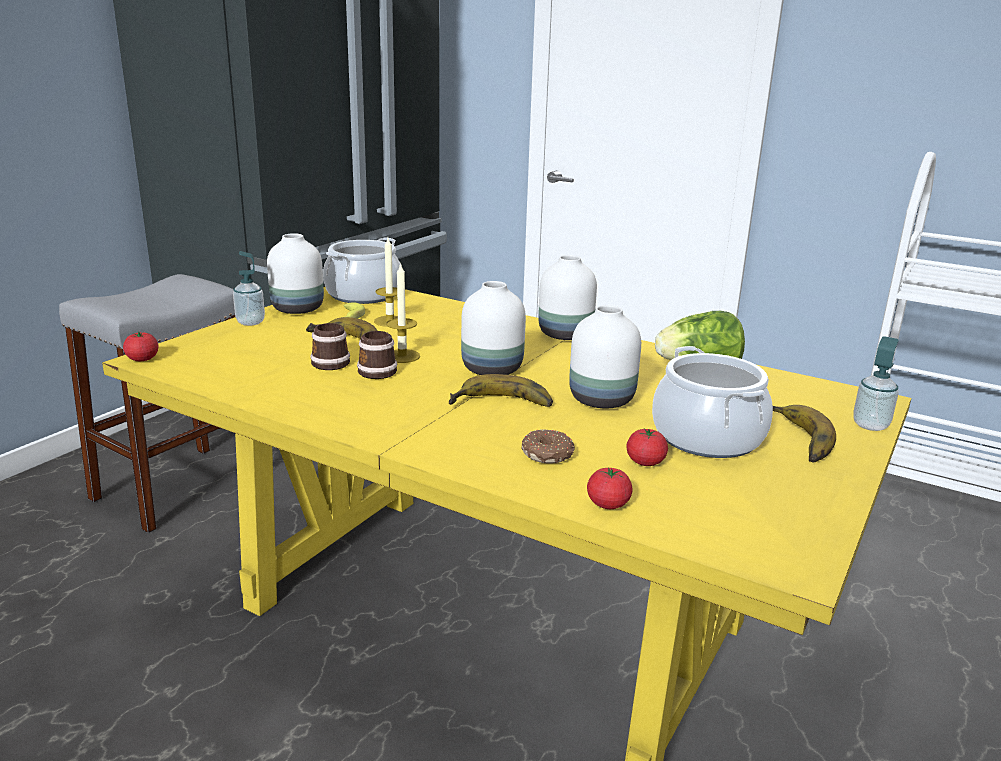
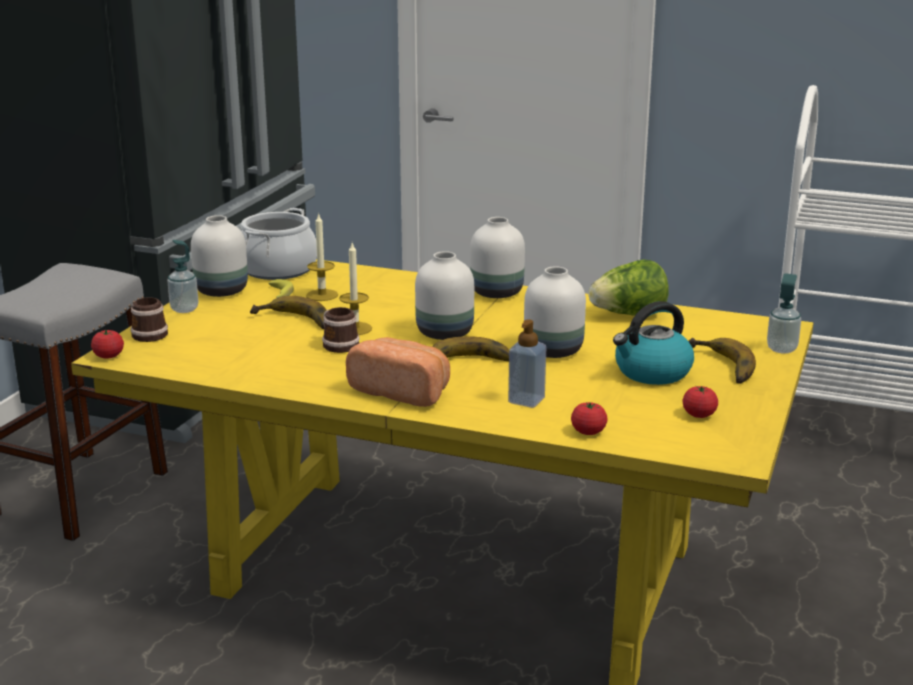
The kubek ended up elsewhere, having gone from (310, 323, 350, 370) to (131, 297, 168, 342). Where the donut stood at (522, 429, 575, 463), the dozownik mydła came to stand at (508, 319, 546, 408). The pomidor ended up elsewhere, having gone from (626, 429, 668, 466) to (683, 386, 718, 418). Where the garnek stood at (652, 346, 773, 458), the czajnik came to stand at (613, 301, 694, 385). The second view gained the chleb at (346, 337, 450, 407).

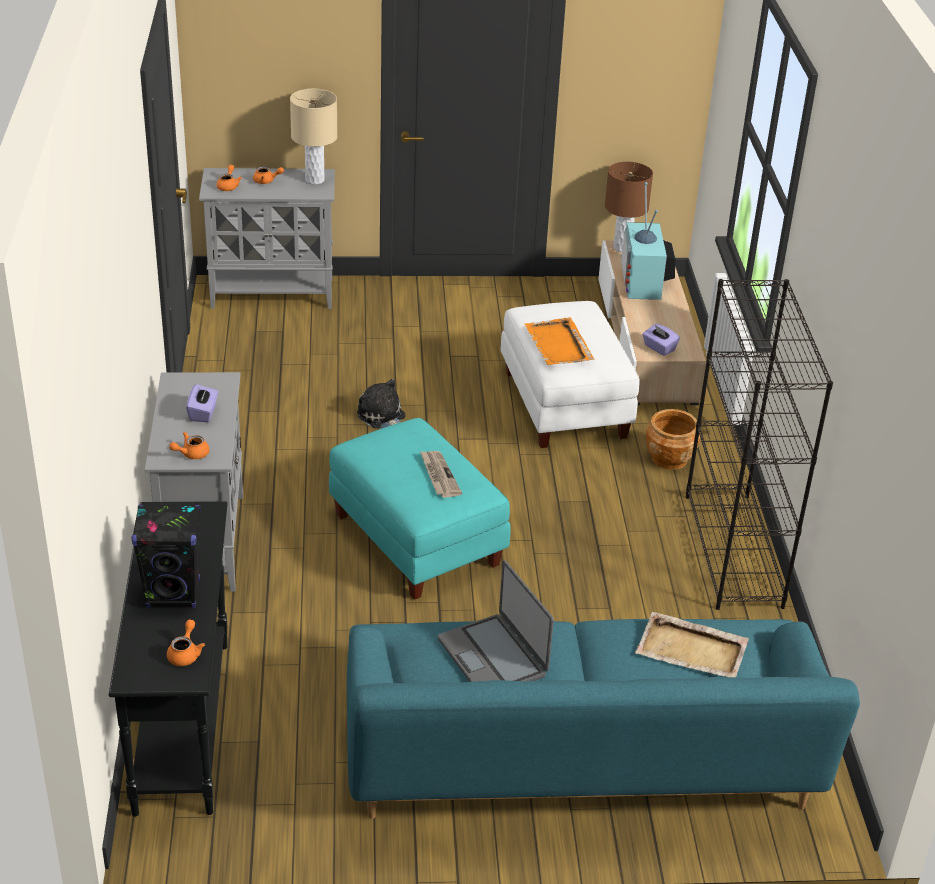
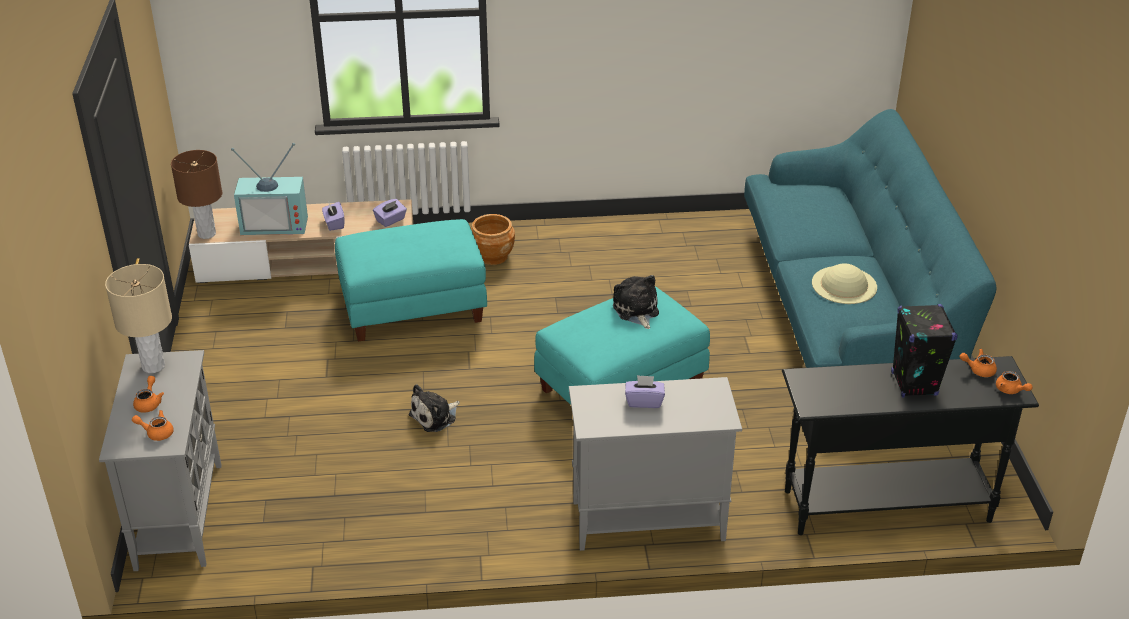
The imbryk (pomarańczowy) ended up elsewhere, having gone from (169, 432, 209, 459) to (996, 371, 1033, 394). Where the gazeta stood at (420, 451, 462, 498), the pluszak came to stand at (613, 275, 659, 329). Where the laptop stood at (438, 560, 554, 682), the kapelusz (beżowy) came to stand at (812, 263, 877, 304). What was the pufa (biały) at (500, 301, 640, 448) turned into the pufa (turkusowy) at (335, 219, 487, 342). The second view lost the taca (pomarańczowy) at (524, 317, 595, 365). The second view lost the taca (beżowy) at (635, 612, 749, 677). The second view lost the regał (czarny) at (686, 279, 833, 610). The second view gained the pudełko chusteczek (fioletowy) at (322, 202, 344, 231).

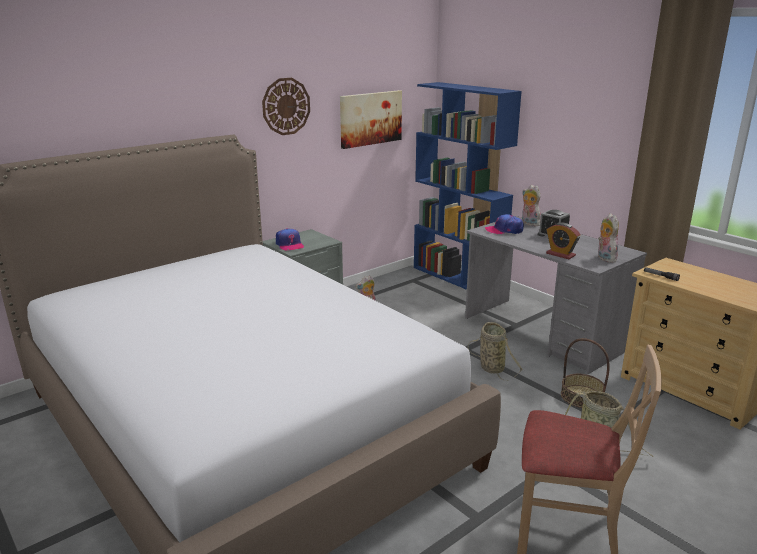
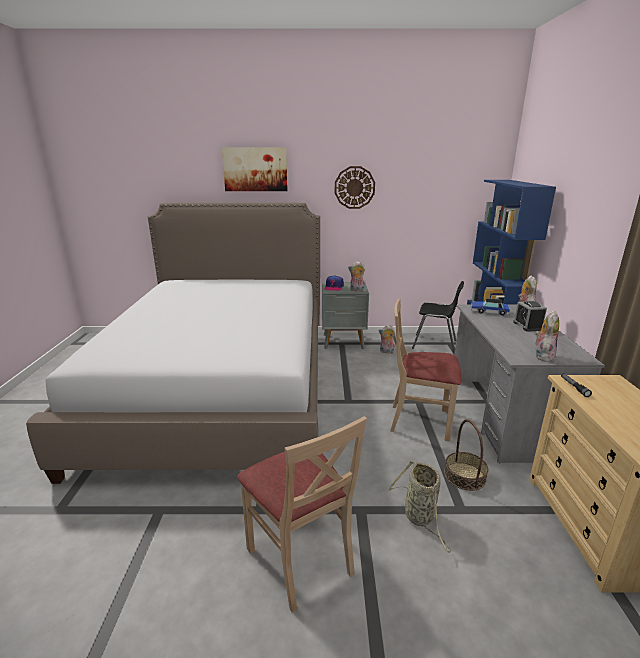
The obraz ended up elsewhere, having gone from (340, 90, 402, 149) to (222, 147, 288, 191). Where the koszyk stood at (468, 322, 523, 381), the krzesło (beżowy) came to stand at (390, 299, 461, 441). Where the czapka z daszkiem stood at (485, 214, 524, 234), the samochodzik came to stand at (471, 298, 510, 316). The second view lost the budzik at (546, 223, 581, 259). The second view gained the pluszak at (348, 261, 366, 292). The second view gained the krzesło (czarny) at (412, 281, 464, 354).

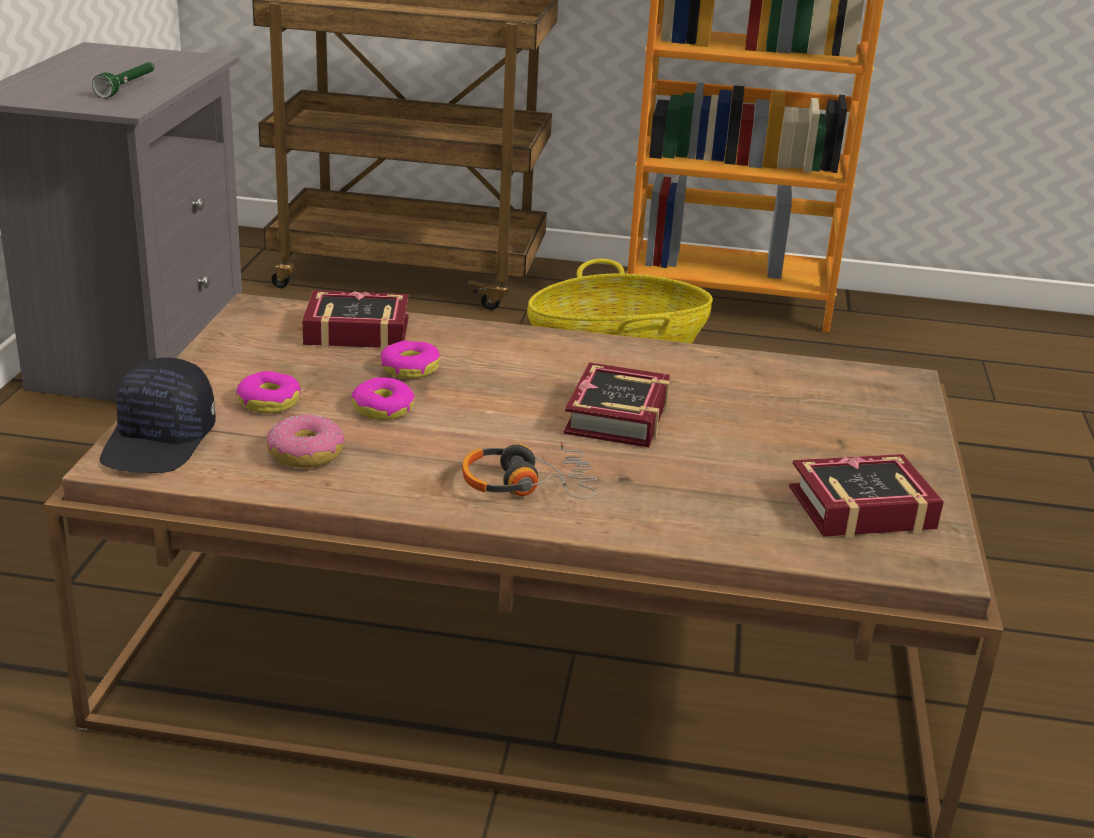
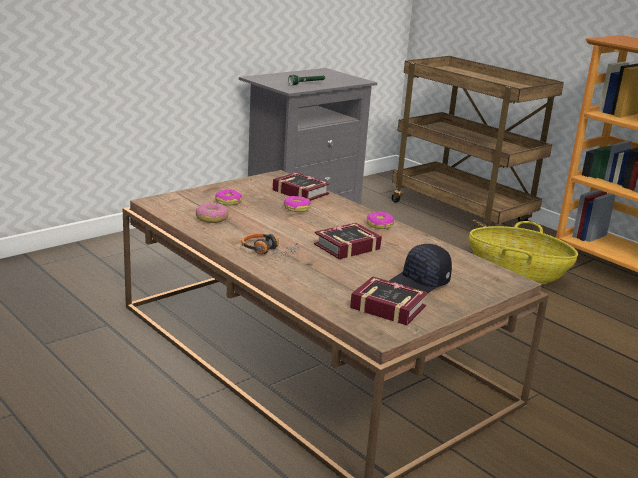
The czapka z daszkiem (czarny) ended up elsewhere, having gone from (100, 357, 216, 473) to (389, 244, 452, 293). The donut ended up elsewhere, having gone from (351, 377, 415, 420) to (367, 212, 394, 229).

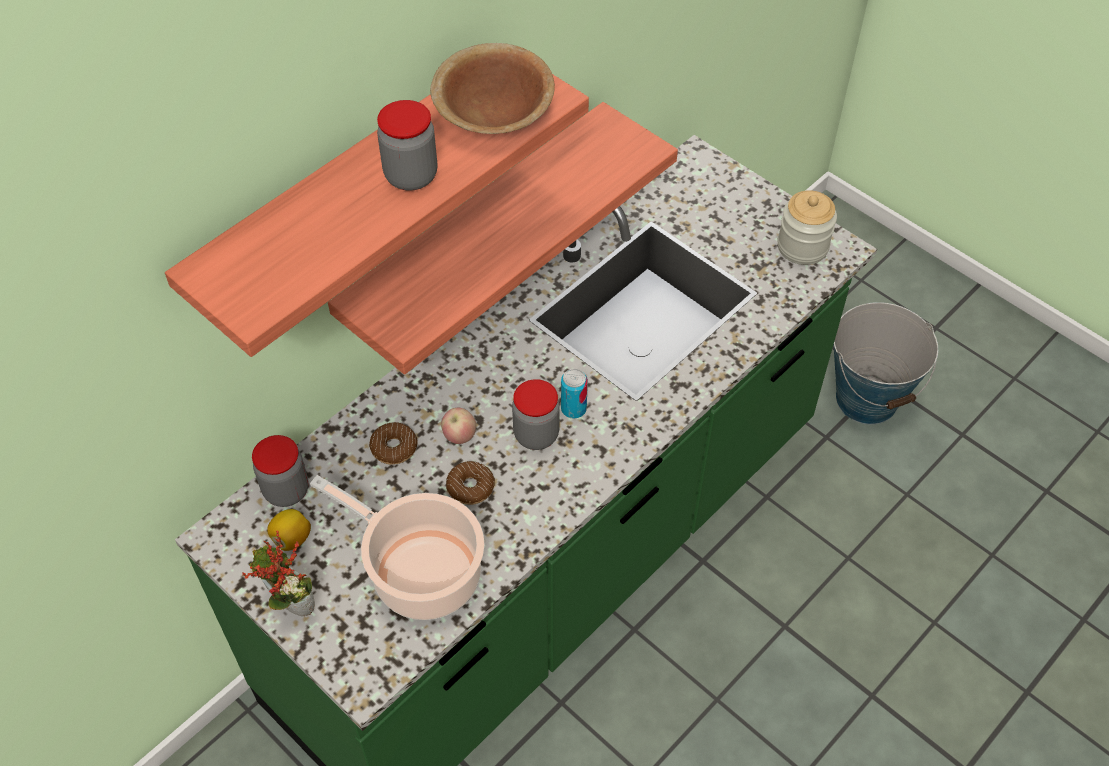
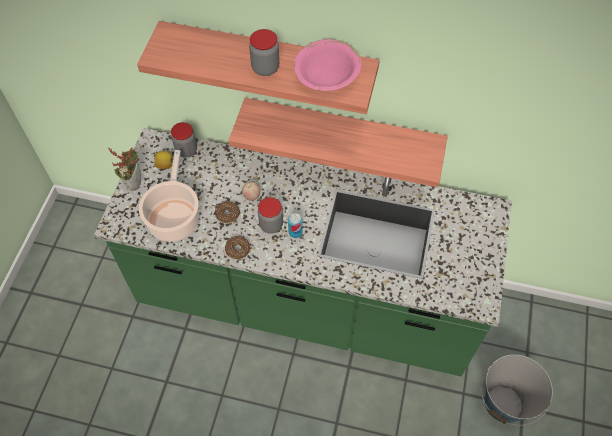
The donut ended up elsewhere, having gone from (369, 422, 418, 465) to (225, 236, 250, 259). What was the miska (brązowy) at (430, 43, 555, 134) turned into the miska (różowy) at (294, 39, 362, 91). The second view lost the słoik at (777, 190, 837, 265).

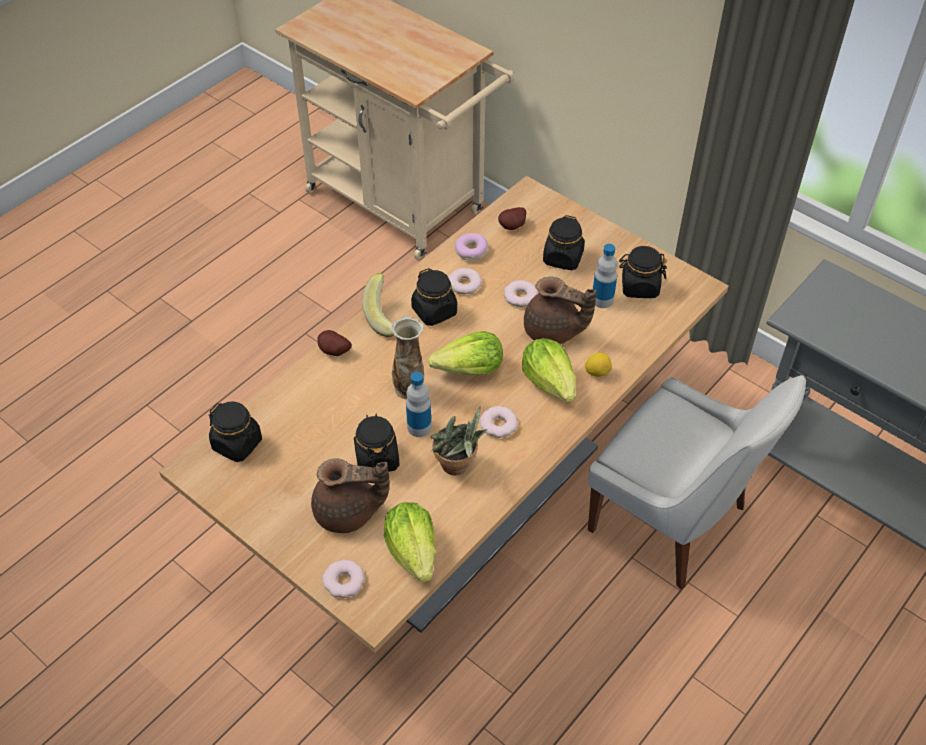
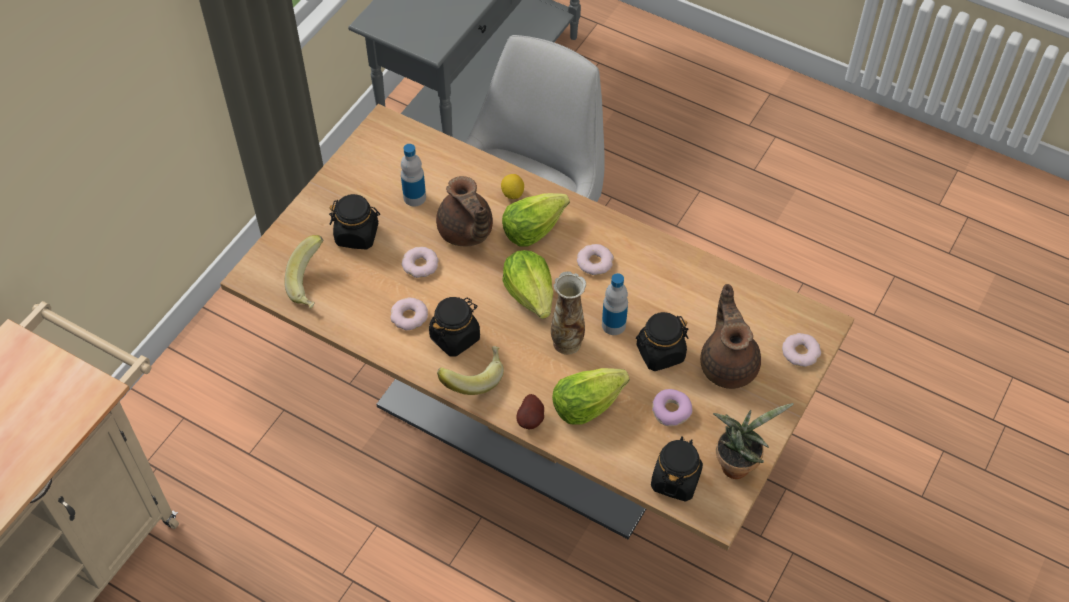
The sałata ended up elsewhere, having gone from (384, 502, 435, 583) to (552, 368, 630, 425). The roślina doniczkowa ended up elsewhere, having gone from (430, 406, 487, 475) to (713, 403, 794, 479). The donut ended up elsewhere, having gone from (454, 233, 488, 261) to (652, 389, 692, 426). Where the ziemniak stood at (498, 207, 526, 230), the banan came to stand at (284, 235, 323, 309). The imbryk (brązowy) at (524, 277, 596, 344) ended up facing another way, 135 degrees clockwise from before. The second view lost the słoik (czarny) at (619, 246, 667, 298).

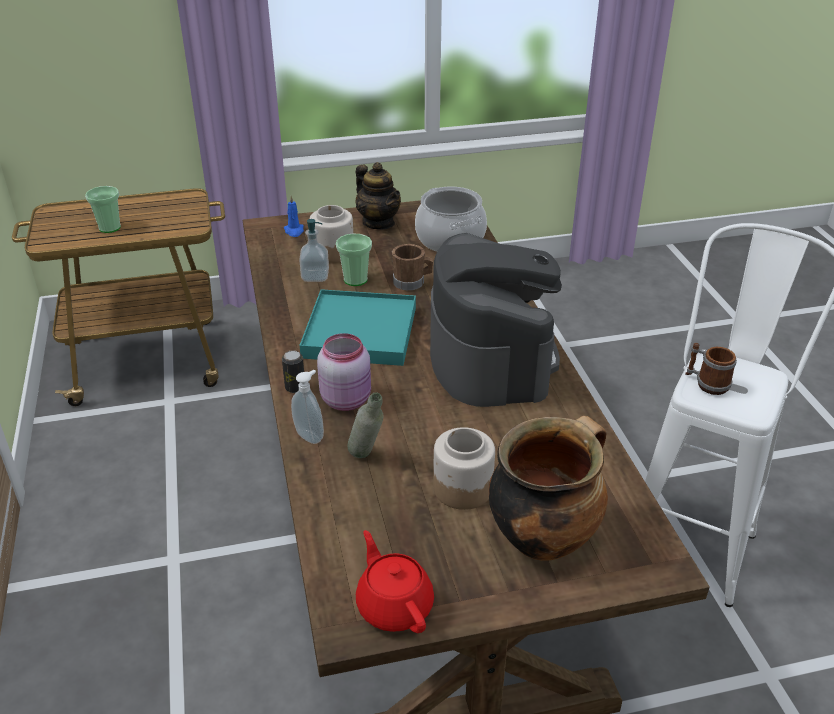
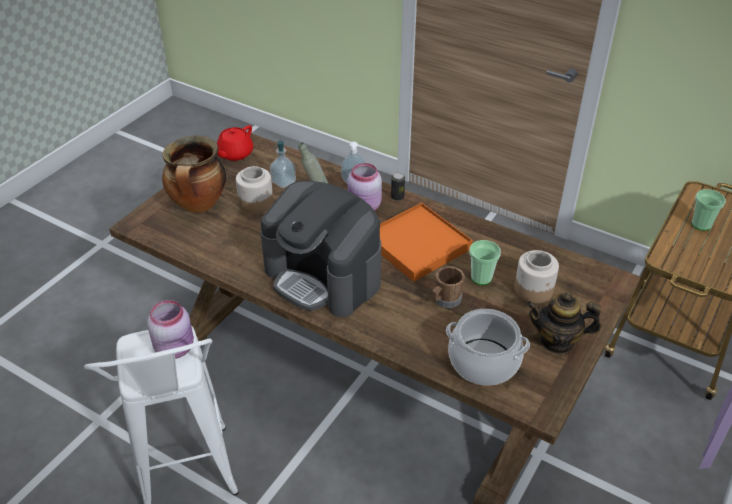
The second view lost the świeca (niebieski) at (284, 196, 304, 237). The dozownik mydła ended up elsewhere, having gone from (299, 219, 329, 282) to (270, 141, 296, 188). What was the taca (turkusowy) at (300, 289, 416, 366) turned into the taca (pomarańczowy) at (380, 203, 473, 282). The imbryk (czerwony) at (356, 530, 434, 633) ended up facing another way, 105 degrees clockwise from before. Where the kubek stood at (685, 343, 737, 395), the słoik (różowy) came to stand at (147, 300, 194, 359).

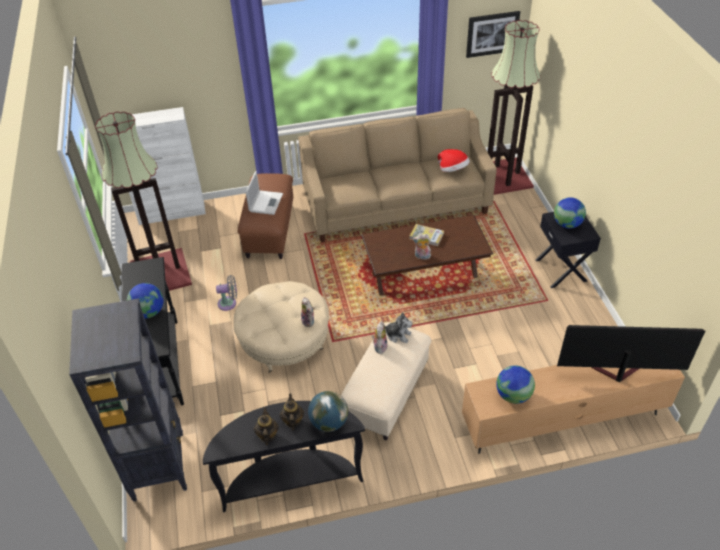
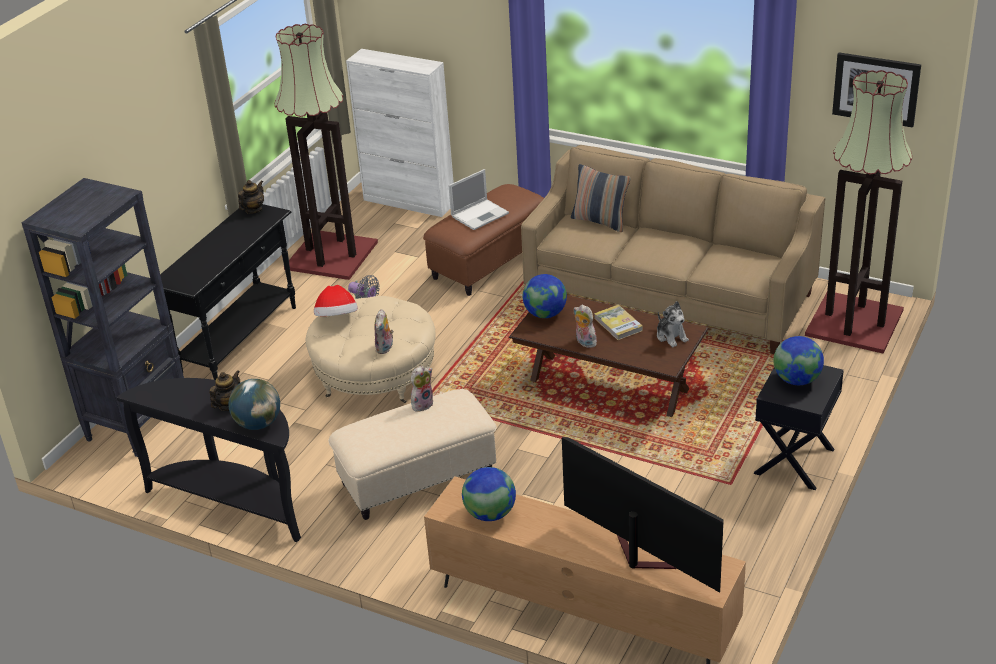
The globus ended up elsewhere, having gone from (127, 283, 163, 319) to (523, 274, 567, 318). The imbryk ended up elsewhere, having gone from (254, 407, 279, 445) to (238, 180, 264, 214). The pluszak ended up elsewhere, having gone from (385, 312, 413, 343) to (657, 301, 689, 347). The kapelusz ended up elsewhere, having gone from (438, 149, 470, 172) to (314, 285, 358, 316). The second view gained the poduszka at (571, 164, 631, 232).

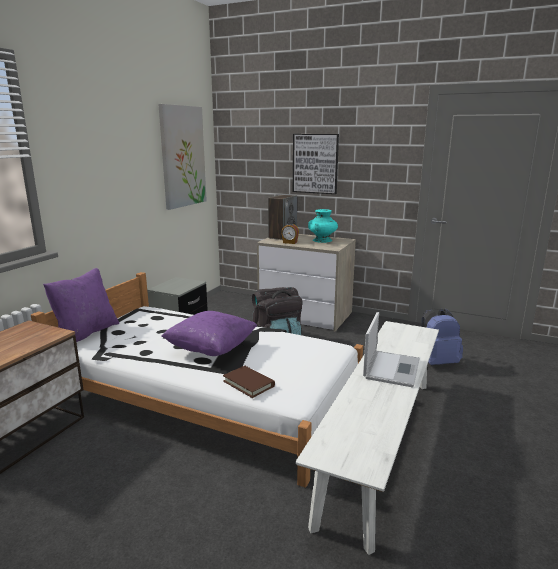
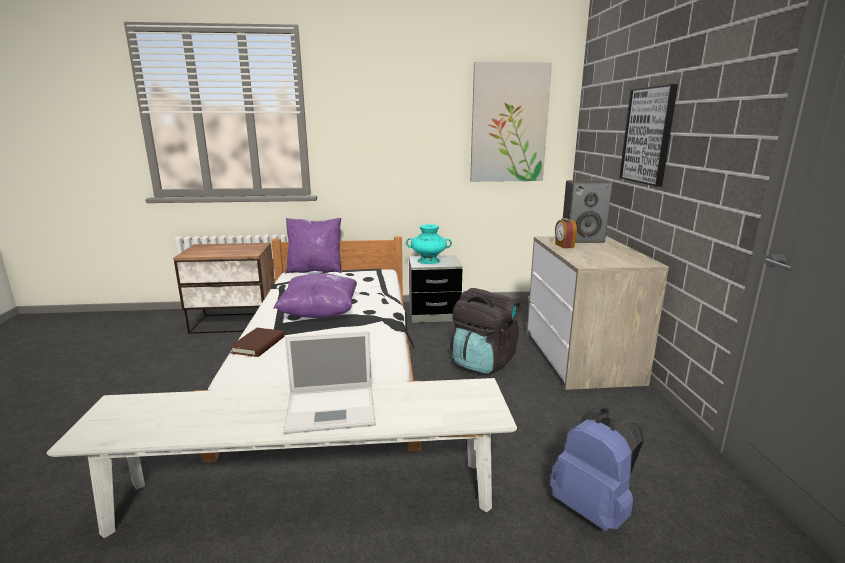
The wazon (turkusowy) ended up elsewhere, having gone from (308, 209, 338, 243) to (406, 224, 452, 264).

